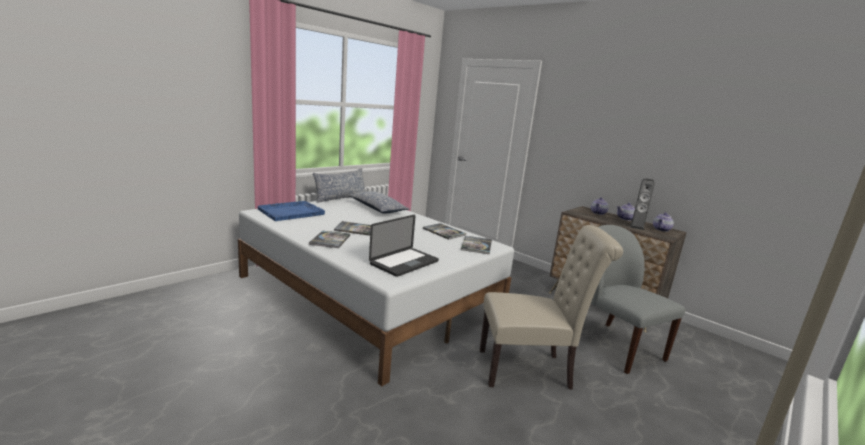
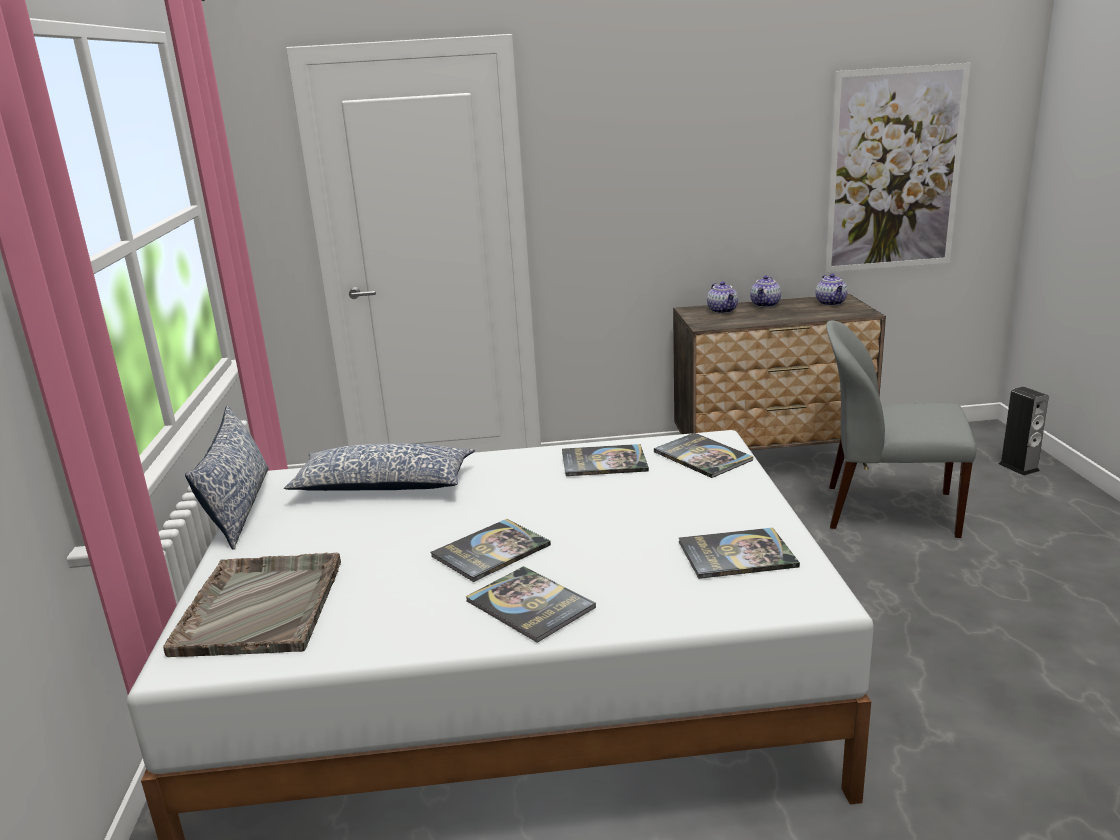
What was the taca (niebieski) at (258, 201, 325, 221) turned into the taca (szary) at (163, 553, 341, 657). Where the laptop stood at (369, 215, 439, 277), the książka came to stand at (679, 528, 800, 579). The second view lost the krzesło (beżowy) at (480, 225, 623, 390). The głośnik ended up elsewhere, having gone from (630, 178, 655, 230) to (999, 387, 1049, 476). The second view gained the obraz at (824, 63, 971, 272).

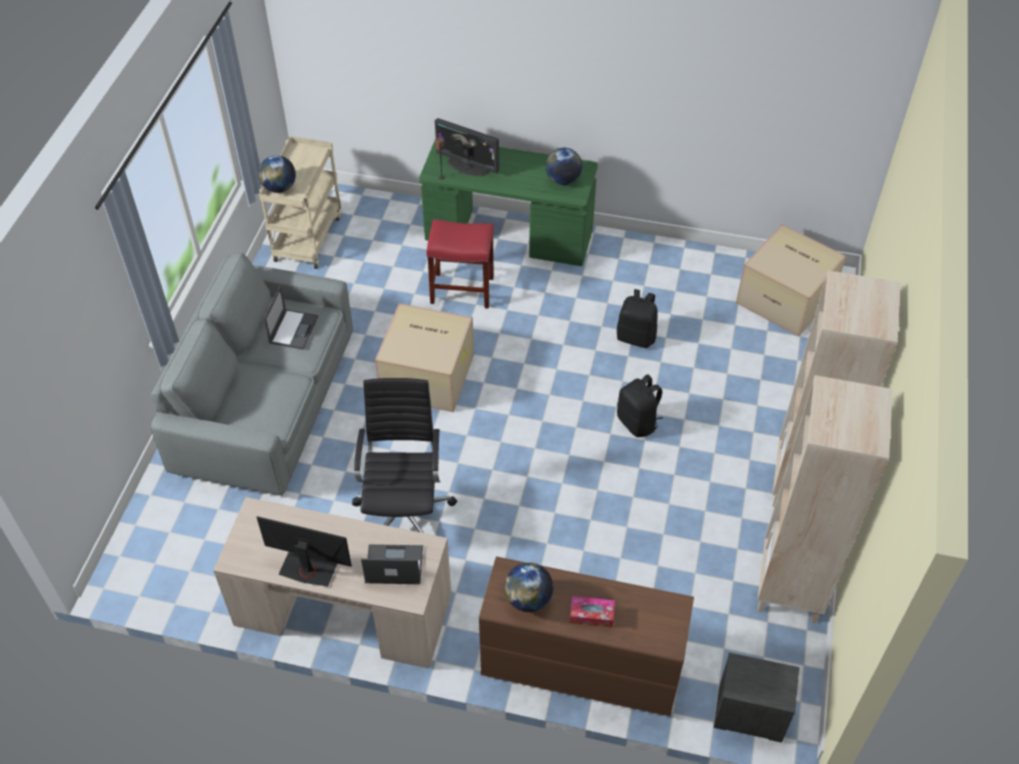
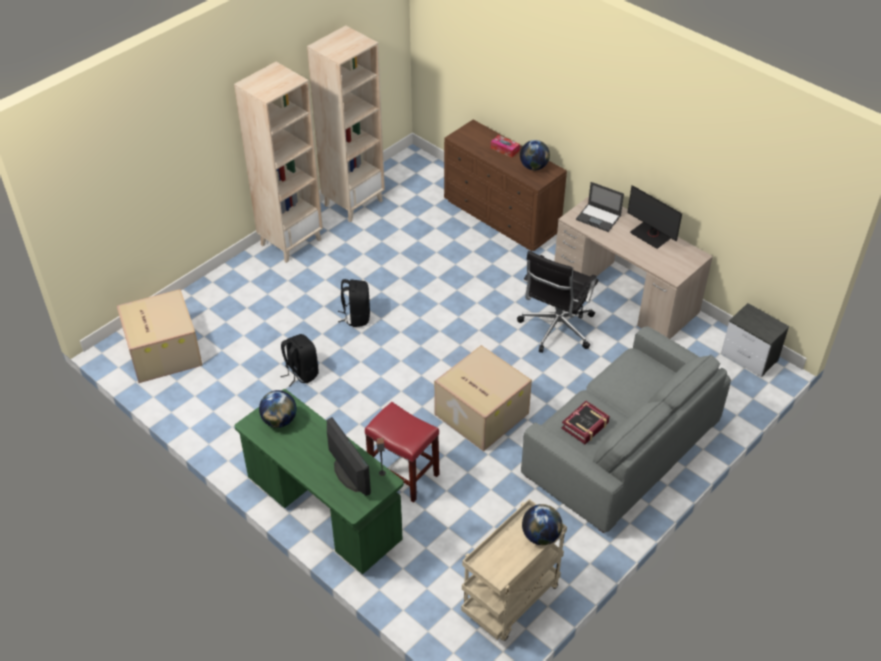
Where the laptop stood at (264, 286, 318, 350), the książka came to stand at (561, 401, 610, 444). The szafka nocna ended up elsewhere, having gone from (714, 652, 799, 742) to (721, 303, 789, 377).

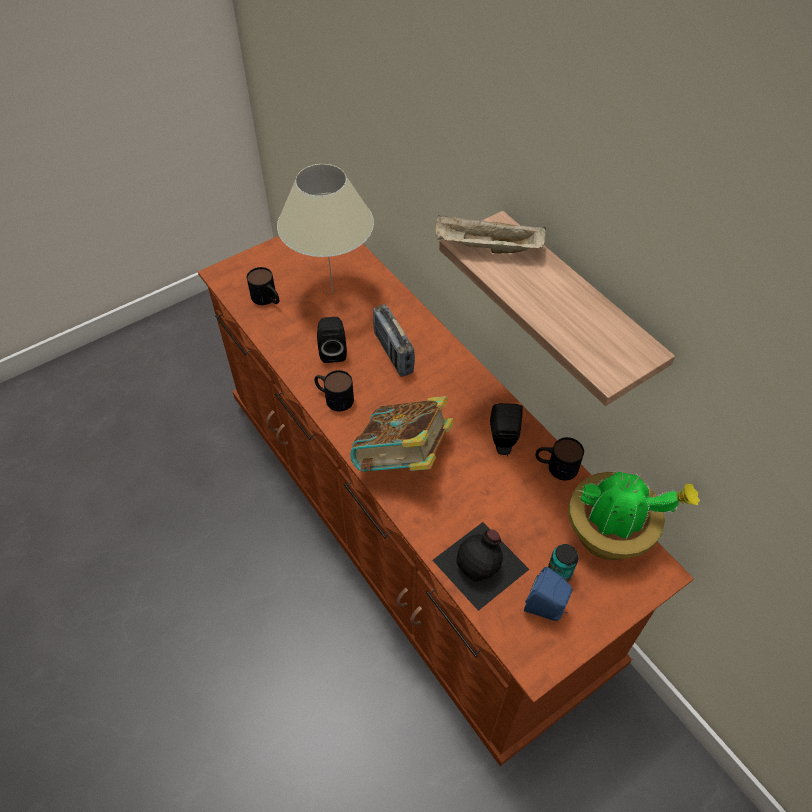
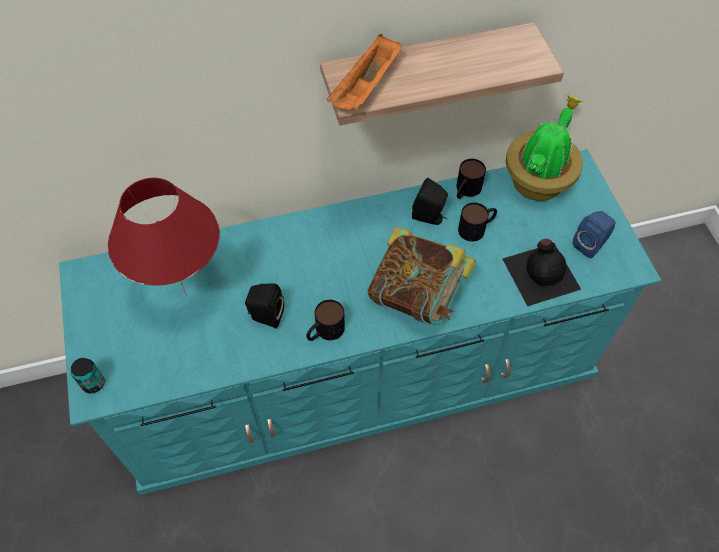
What was the komoda (brązowy) at (198, 236, 693, 766) turned into the komoda (turkusowy) at (59, 150, 661, 495). The kubek ended up elsewhere, having gone from (247, 267, 279, 305) to (458, 202, 497, 242). What was the lampa stołowa (beżowy) at (277, 164, 374, 295) turned into the lampa stołowa (czerwony) at (108, 178, 220, 296). The second view lost the radio at (373, 304, 415, 377). What was the taca (beżowy) at (436, 215, 546, 254) turned into the taca (pomarańczowy) at (327, 34, 402, 111). The puszka ended up elsewhere, having gone from (548, 544, 578, 582) to (71, 358, 105, 393).

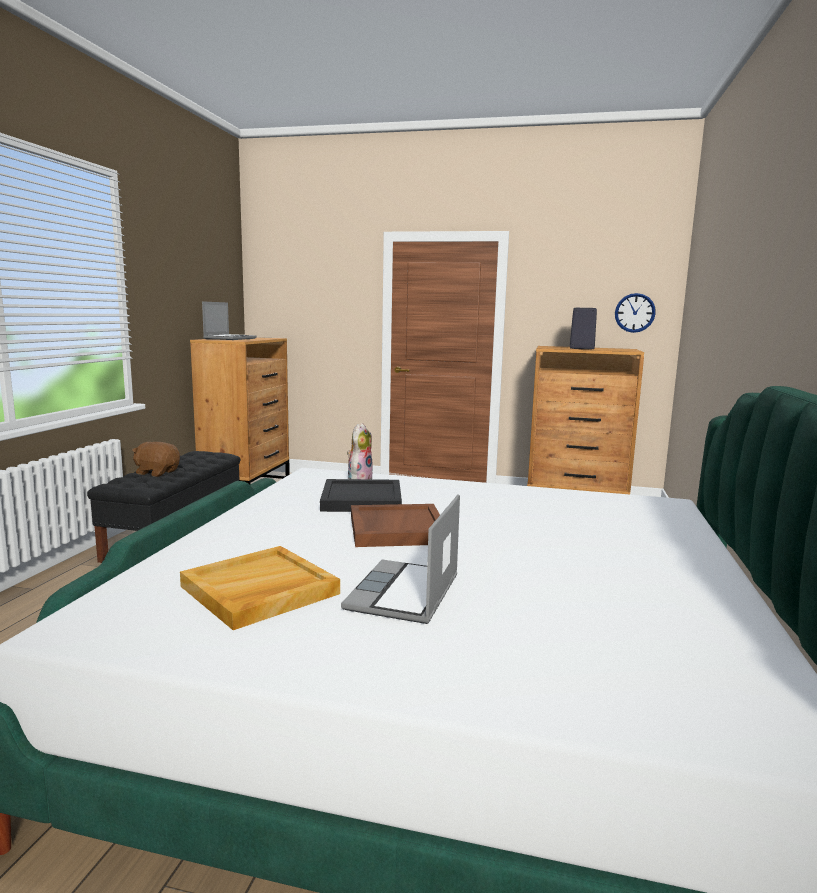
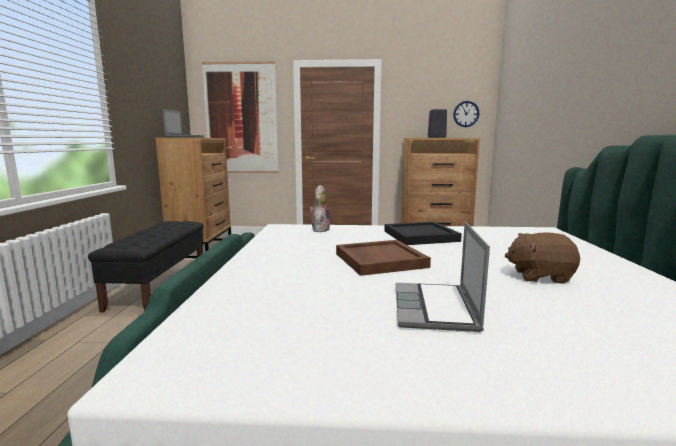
The pluszak (brązowy) ended up elsewhere, having gone from (132, 442, 180, 477) to (505, 232, 580, 284). The second view lost the taca (beżowy) at (180, 546, 340, 630). The taca (czarny) ended up elsewhere, having gone from (320, 479, 402, 512) to (384, 222, 462, 245). The second view gained the obraz at (202, 61, 278, 173).

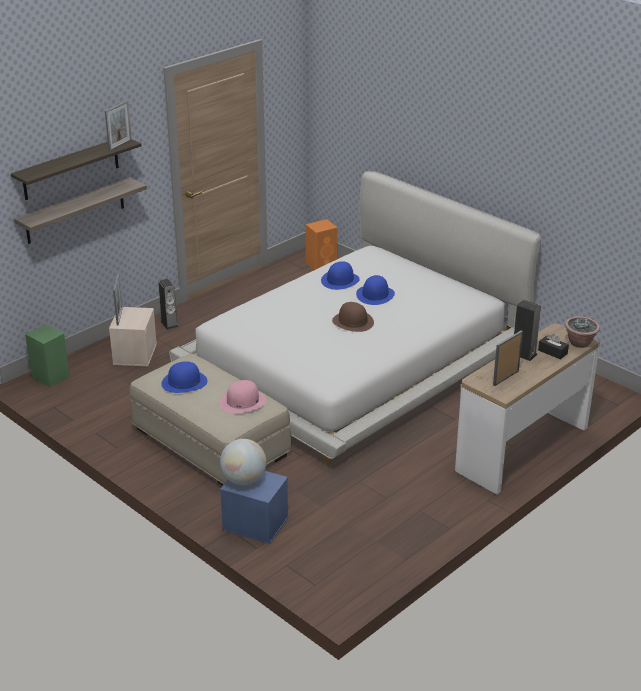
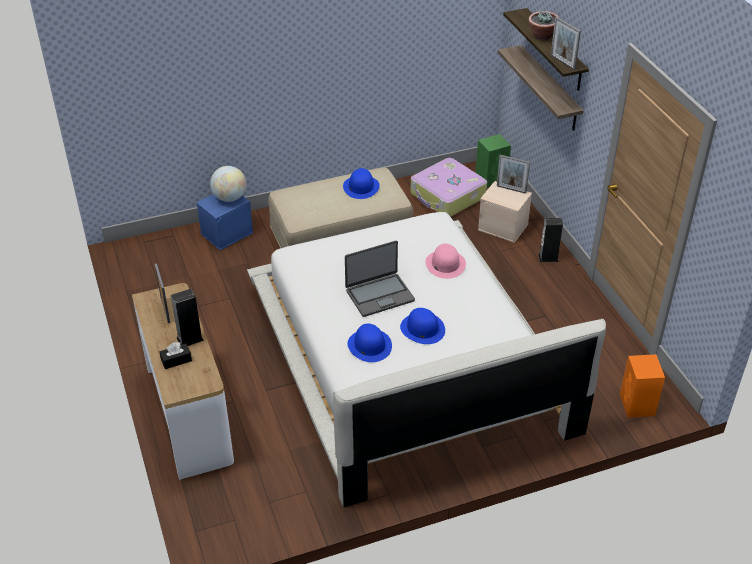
The kapelusz (różowy) ended up elsewhere, having gone from (220, 380, 266, 413) to (425, 244, 466, 279). The kapelusz (niebieski) ended up elsewhere, having gone from (321, 261, 360, 290) to (347, 324, 392, 362). Where the kapelusz (brązowy) stood at (332, 302, 374, 332), the laptop came to stand at (345, 241, 415, 317). The roślina doniczkowa ended up elsewhere, having gone from (565, 316, 600, 348) to (528, 11, 559, 40). The second view gained the walizka at (410, 158, 487, 217).

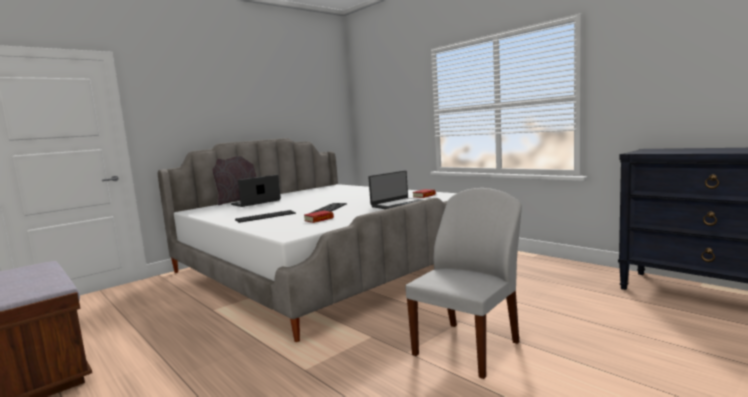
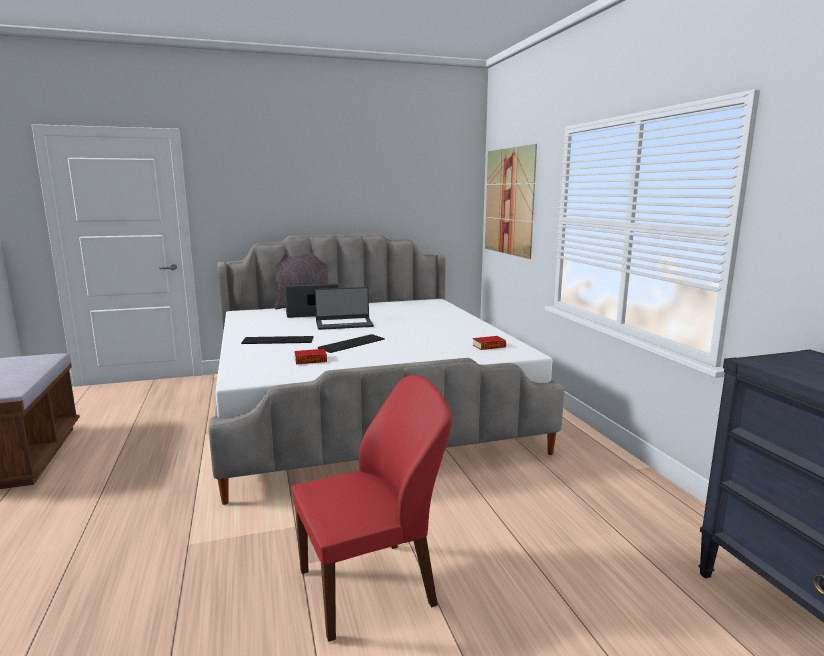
The laptop ended up elsewhere, having gone from (369, 170, 422, 209) to (315, 287, 374, 330). What was the krzesło (biały) at (405, 188, 522, 379) turned into the krzesło (czerwony) at (292, 375, 452, 642). The second view gained the obraz at (485, 144, 537, 259).

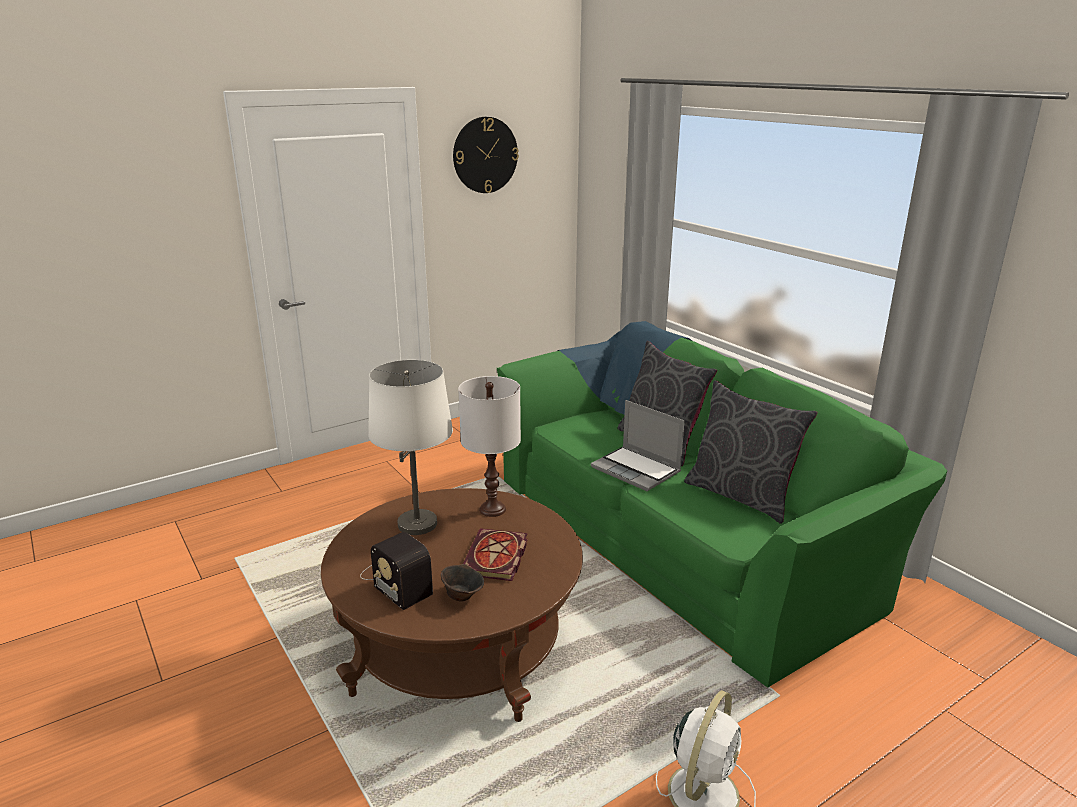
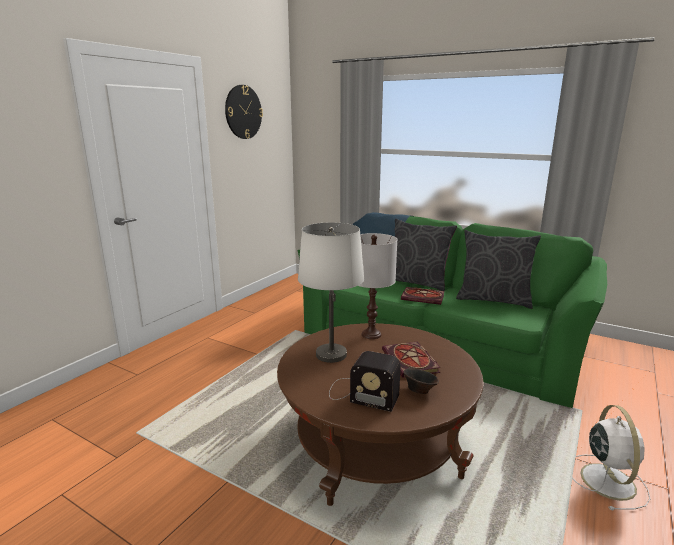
Where the laptop stood at (591, 400, 685, 491), the książka came to stand at (401, 287, 445, 305).

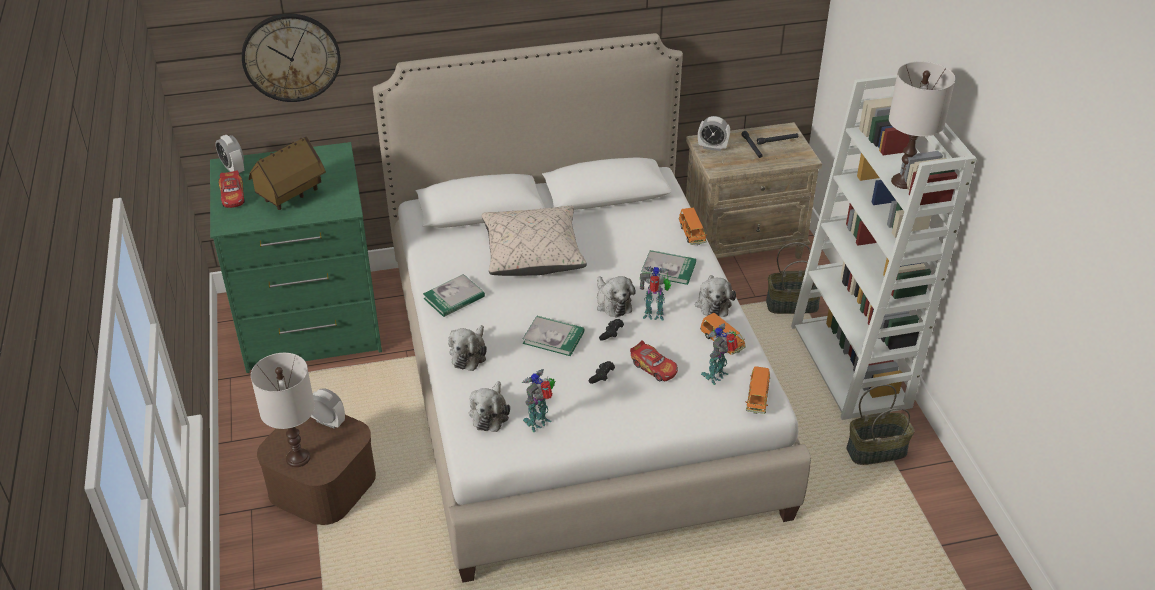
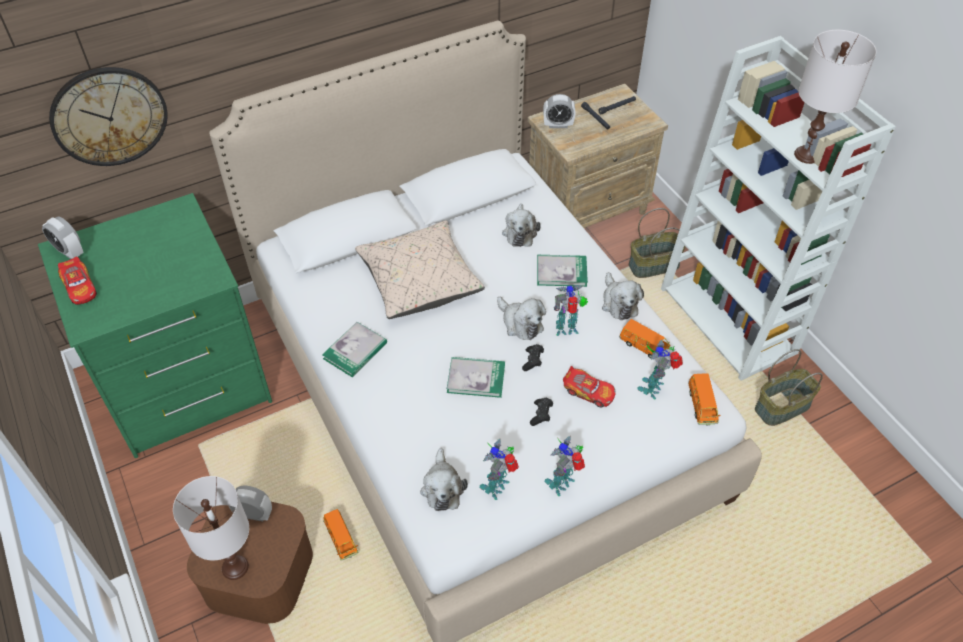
The second view lost the domek at (248, 136, 326, 210). The pluszak ended up elsewhere, having gone from (448, 325, 487, 371) to (502, 204, 541, 247). The samochodzik (pomarańczowy) ended up elsewhere, having gone from (679, 208, 707, 245) to (323, 509, 358, 561). The second view gained the robot zabawkowy at (545, 436, 585, 496).

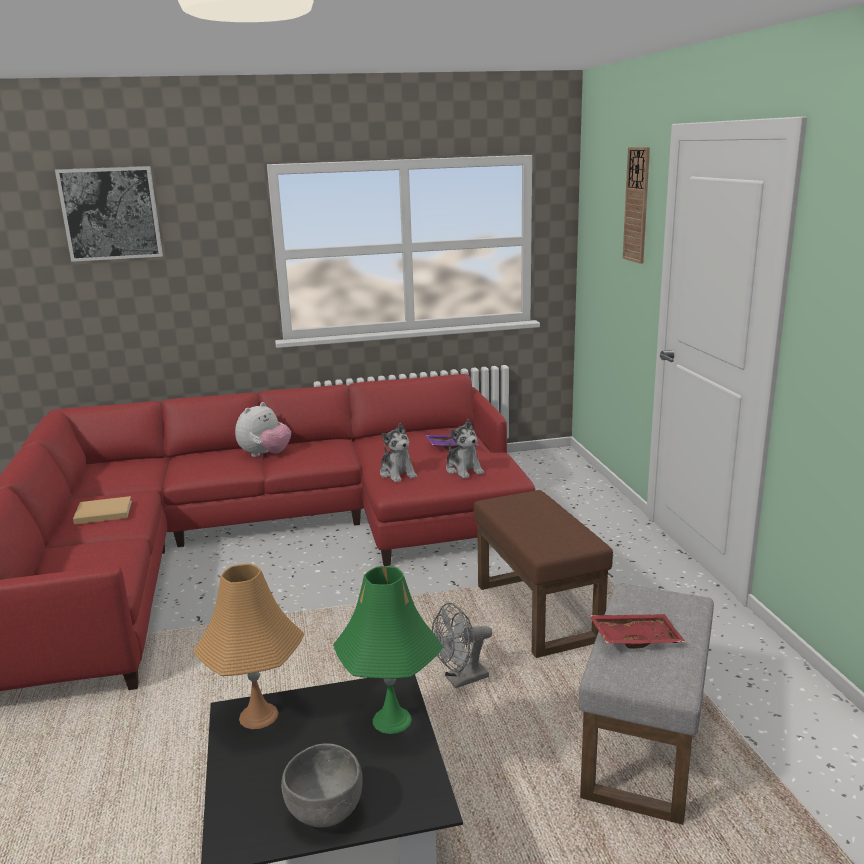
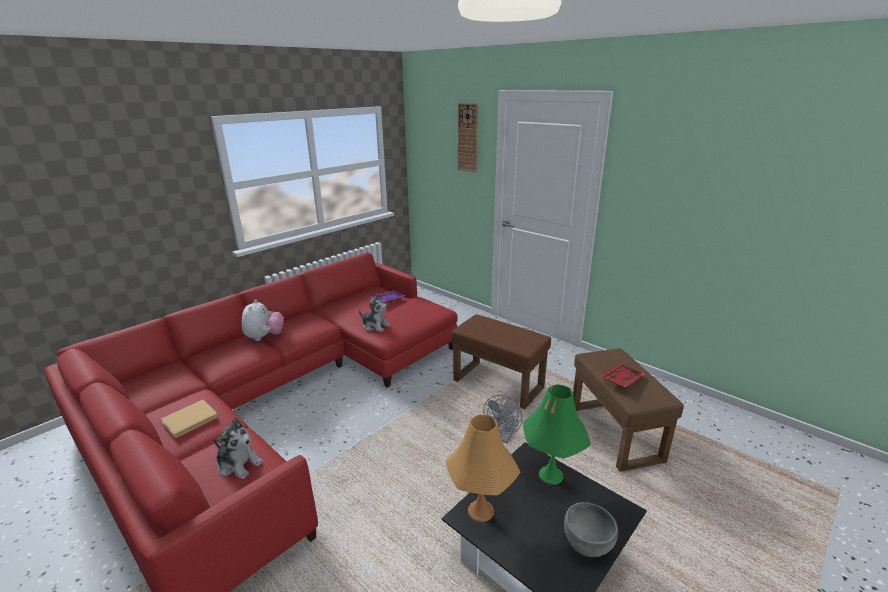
The second view lost the obraz at (55, 166, 163, 262). The pluszak ended up elsewhere, having gone from (446, 419, 484, 479) to (213, 418, 263, 479). What was the pufa (szary) at (579, 583, 714, 825) turned into the pufa (brązowy) at (573, 348, 684, 472).

